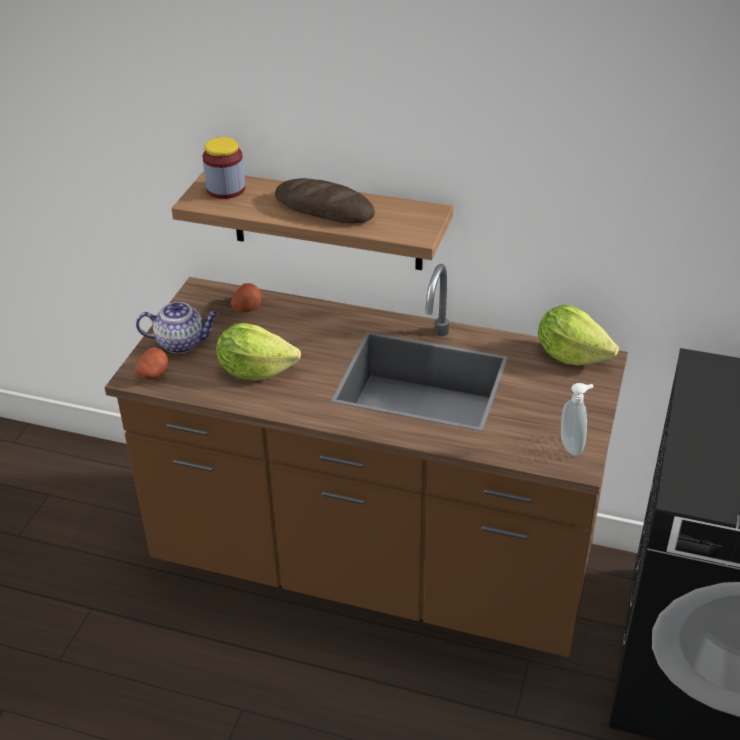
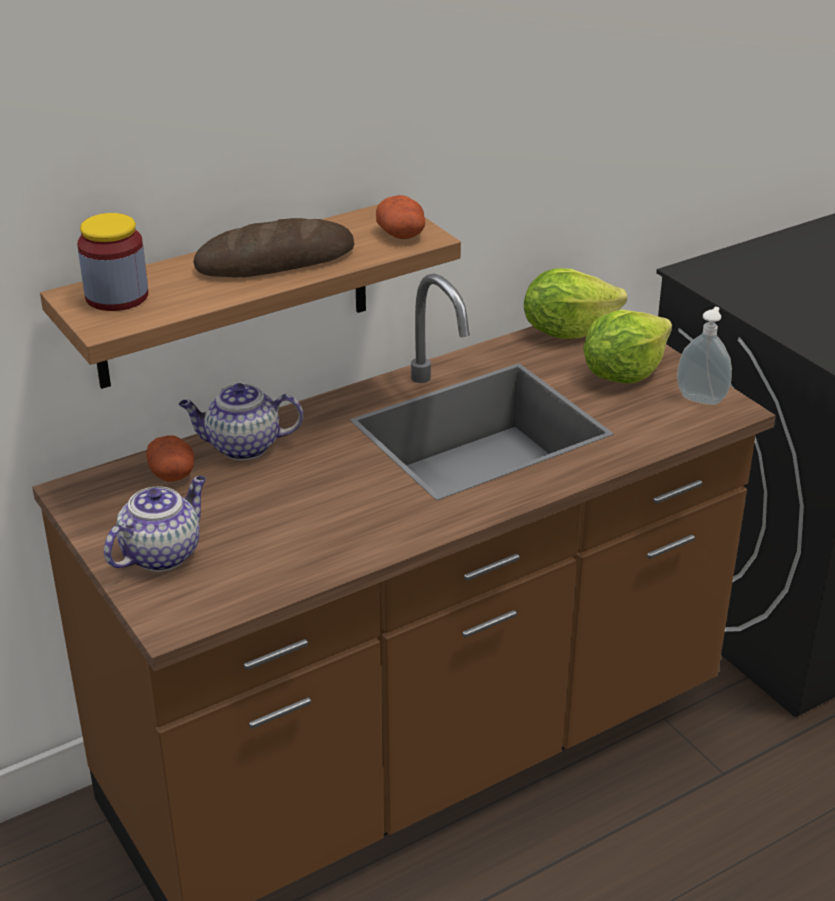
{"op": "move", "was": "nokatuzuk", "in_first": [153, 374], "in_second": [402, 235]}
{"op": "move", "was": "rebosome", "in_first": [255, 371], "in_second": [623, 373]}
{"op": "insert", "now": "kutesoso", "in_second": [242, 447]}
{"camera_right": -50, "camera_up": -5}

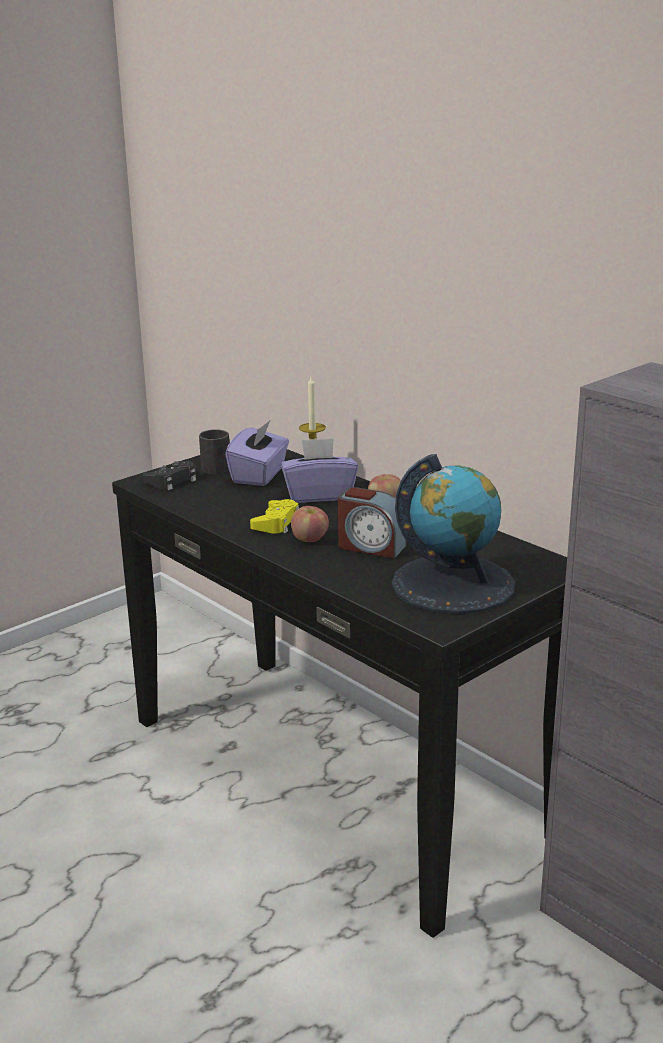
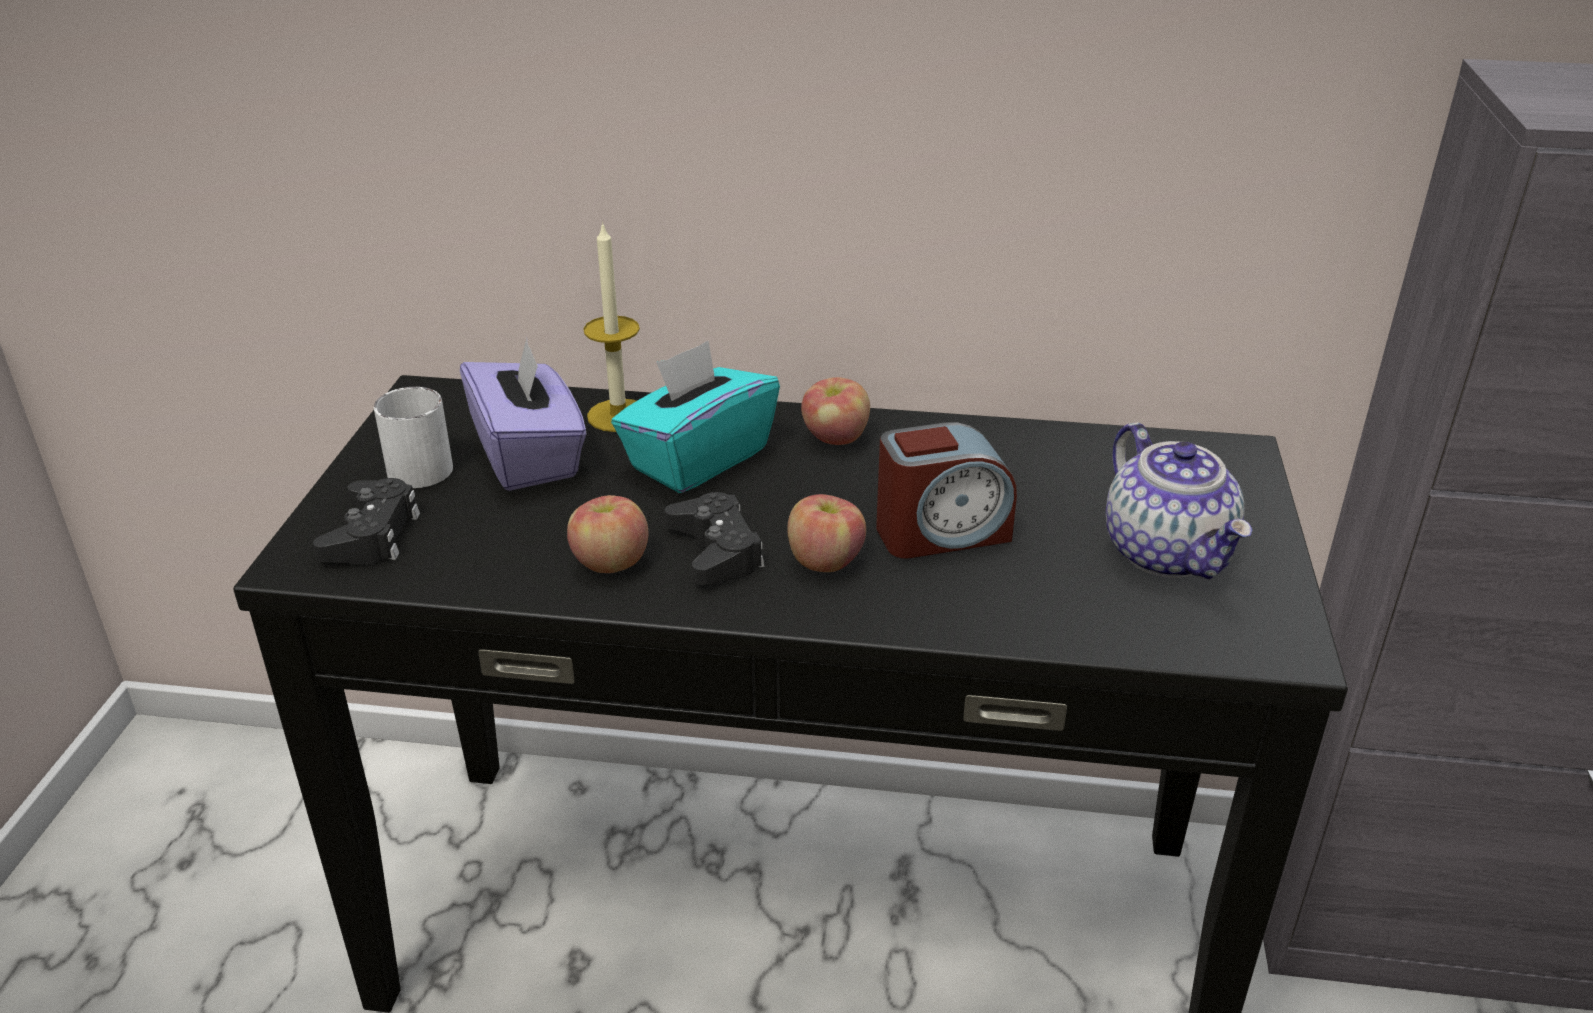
{"op": "recolor", "was": "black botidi", "now": "white botidi", "in_first": [219, 465], "in_second": [419, 463]}
{"op": "recolor", "was": "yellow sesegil", "now": "black sesegil", "in_first": [276, 523], "in_second": [715, 551]}
{"op": "recolor", "was": "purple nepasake", "now": "turquoise nepasake", "in_first": [319, 495], "in_second": [697, 459]}
{"op": "replace", "was": "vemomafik", "now": "kutesoso", "in_first": [453, 584], "in_second": [1169, 553]}
{"op": "insert", "now": "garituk", "in_second": [610, 563]}
{"camera_right": -40, "camera_up": 10}

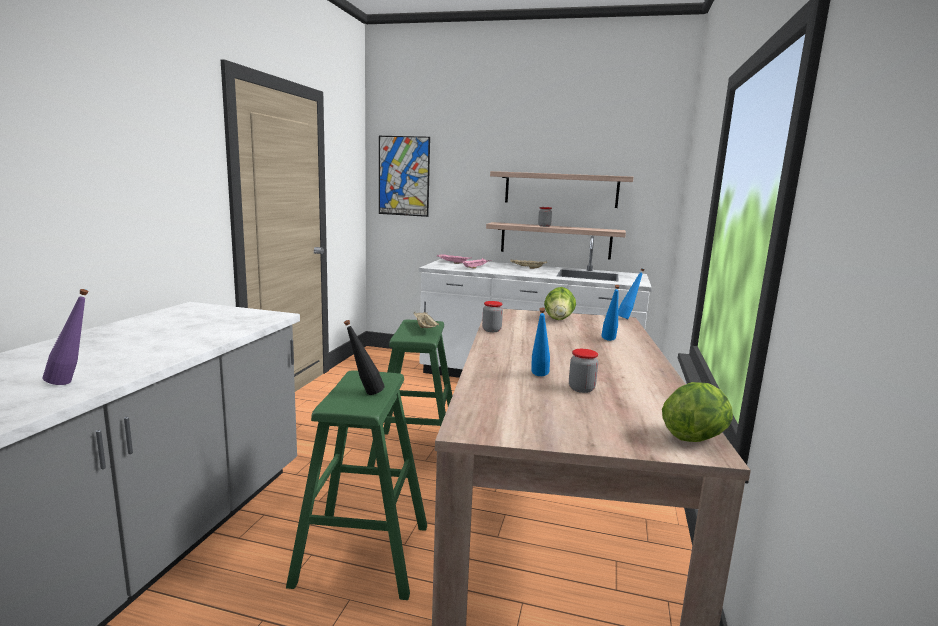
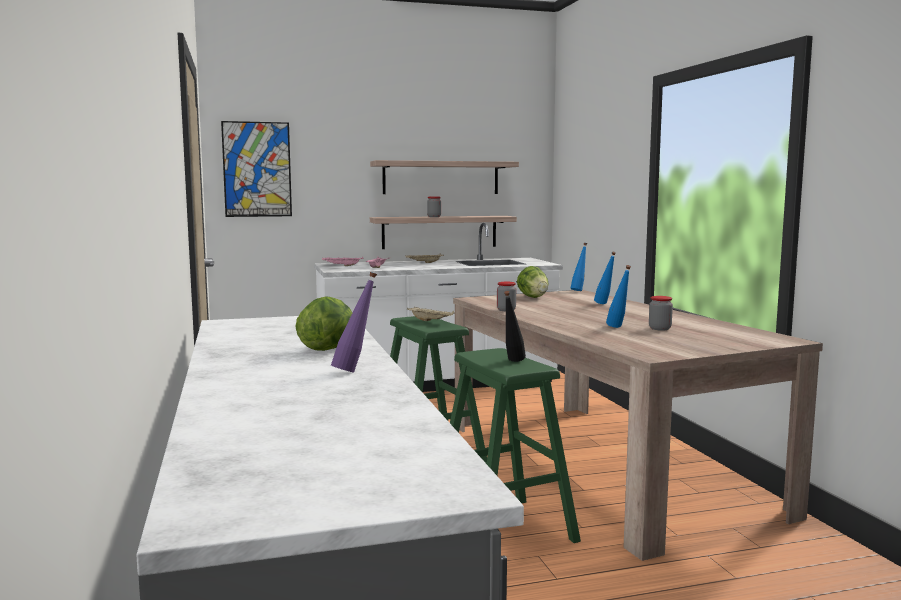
{"op": "move", "was": "rebosome", "in_first": [695, 437], "in_second": [328, 349]}
{"camera_right": -30, "camera_up": -5}

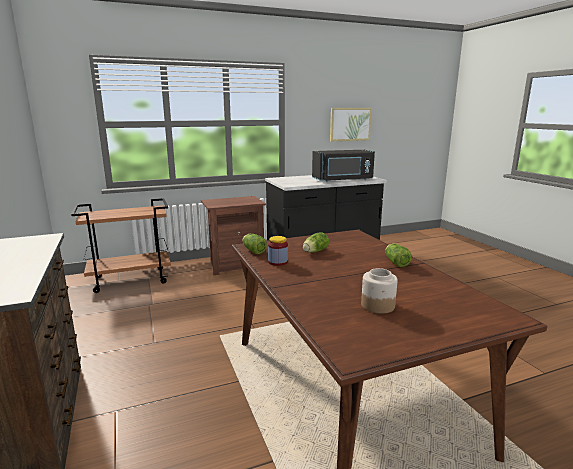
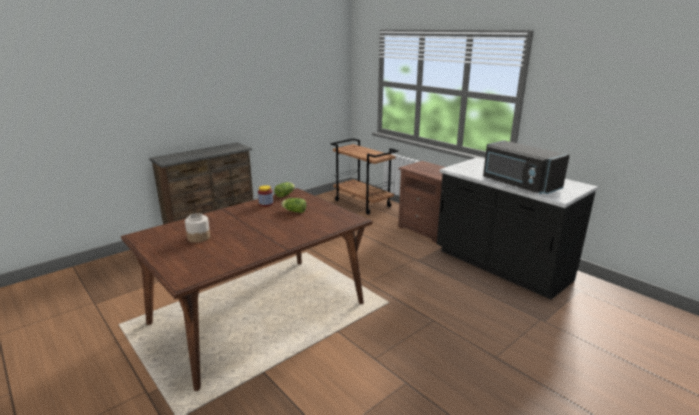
{"op": "delete", "was": "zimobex", "in_first": [350, 124]}
{"op": "delete", "was": "rebosome", "in_first": [395, 262]}
{"camera_right": 70, "camera_up": 5}

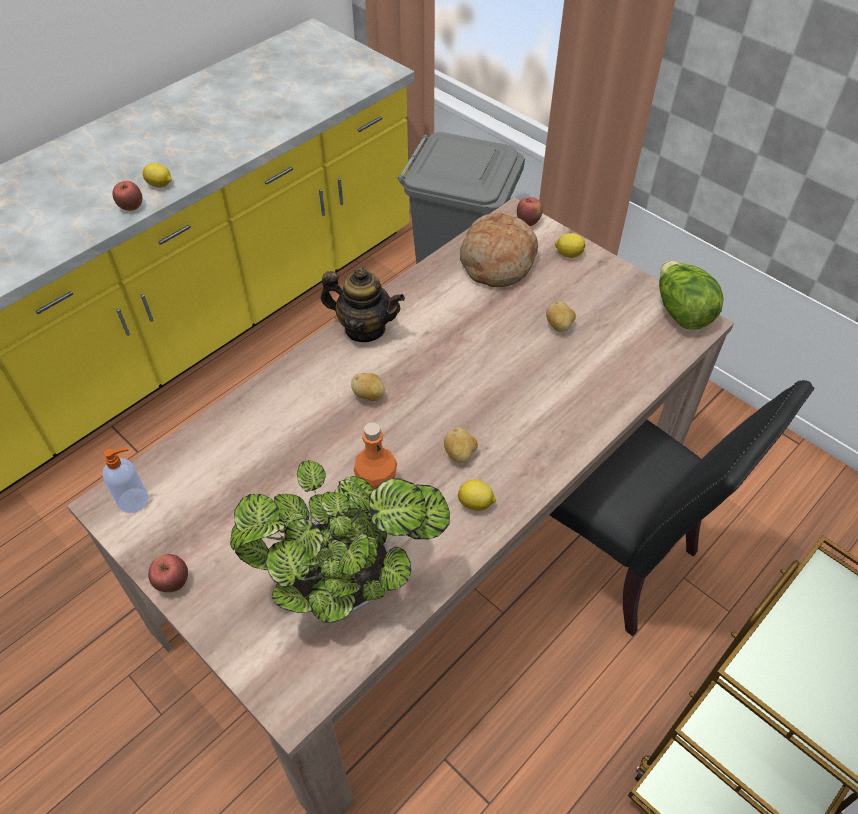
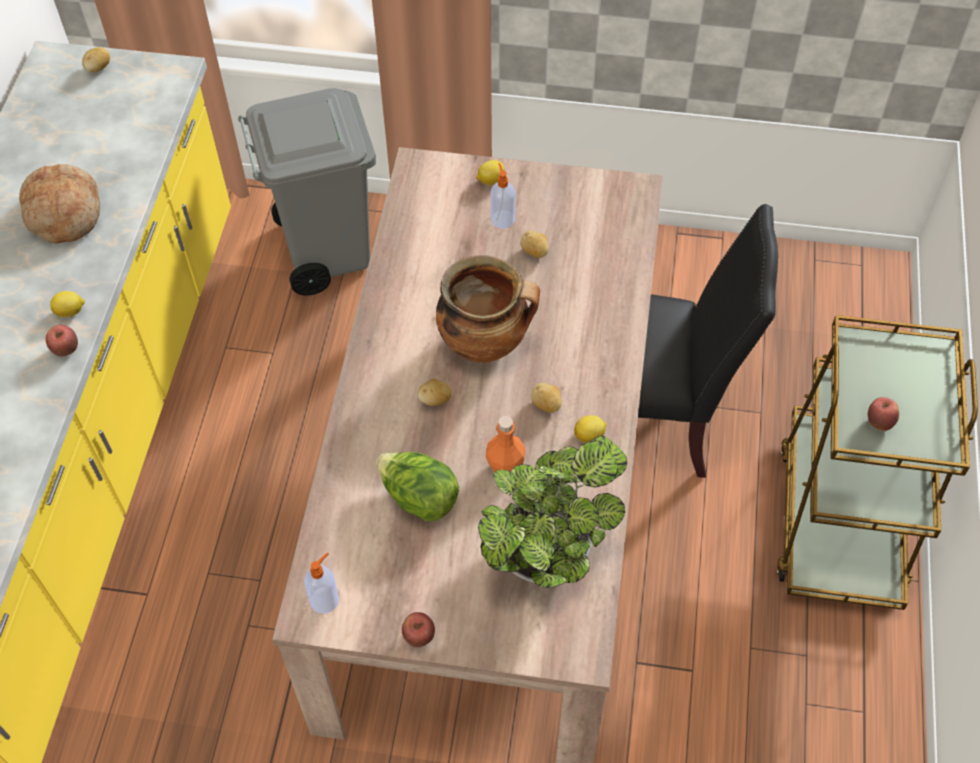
{"op": "delete", "was": "kutesoso", "in_first": [365, 328]}
{"op": "move", "was": "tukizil", "in_first": [496, 261], "in_second": [63, 213]}
{"op": "move", "was": "garituk", "in_first": [528, 222], "in_second": [879, 422]}
{"op": "move", "was": "rebosome", "in_first": [681, 312], "in_second": [419, 498]}
{"op": "insert", "now": "nokatuzuk", "in_second": [98, 68]}
{"op": "insert", "now": "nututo", "in_second": [485, 343]}
{"op": "insert", "now": "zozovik", "in_second": [502, 218]}
{"camera_right": -35, "camera_up": 5}

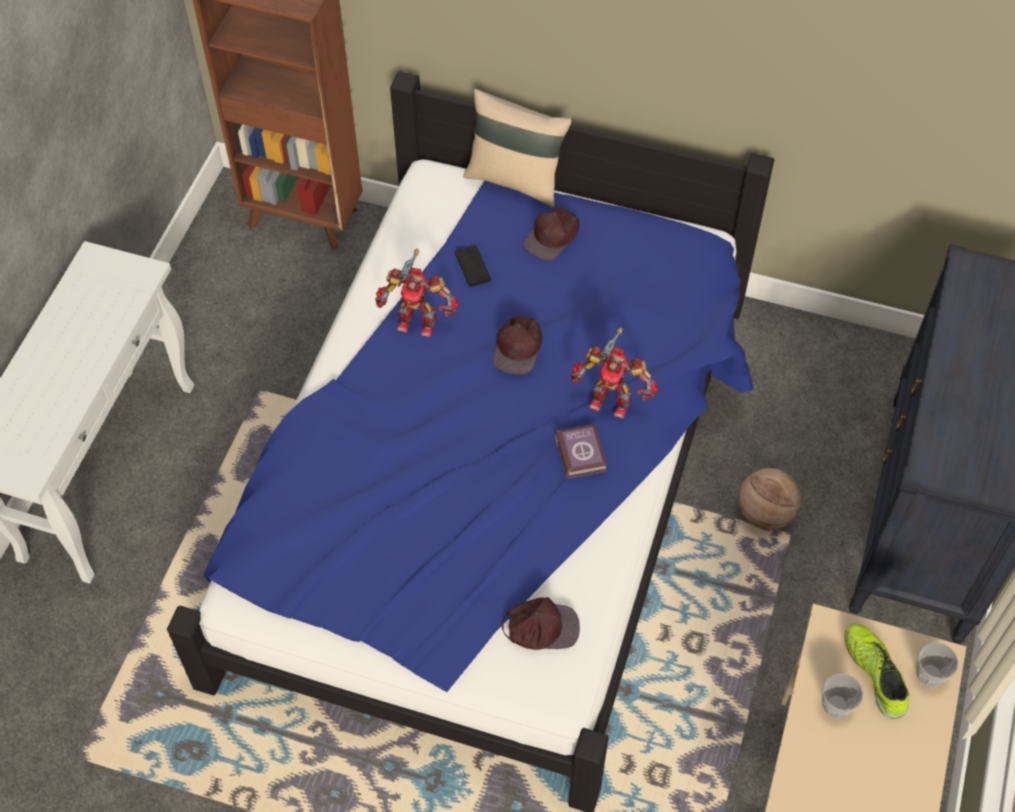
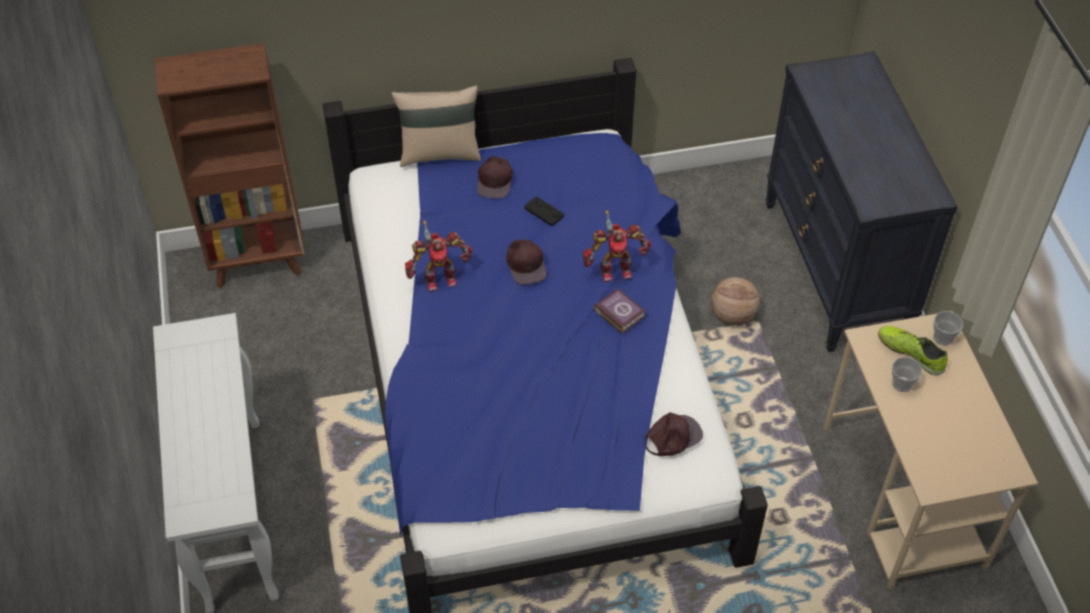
{"op": "move", "was": "black sesegil", "in_first": [472, 266], "in_second": [544, 212]}
{"camera_right": -30, "camera_up": -5}

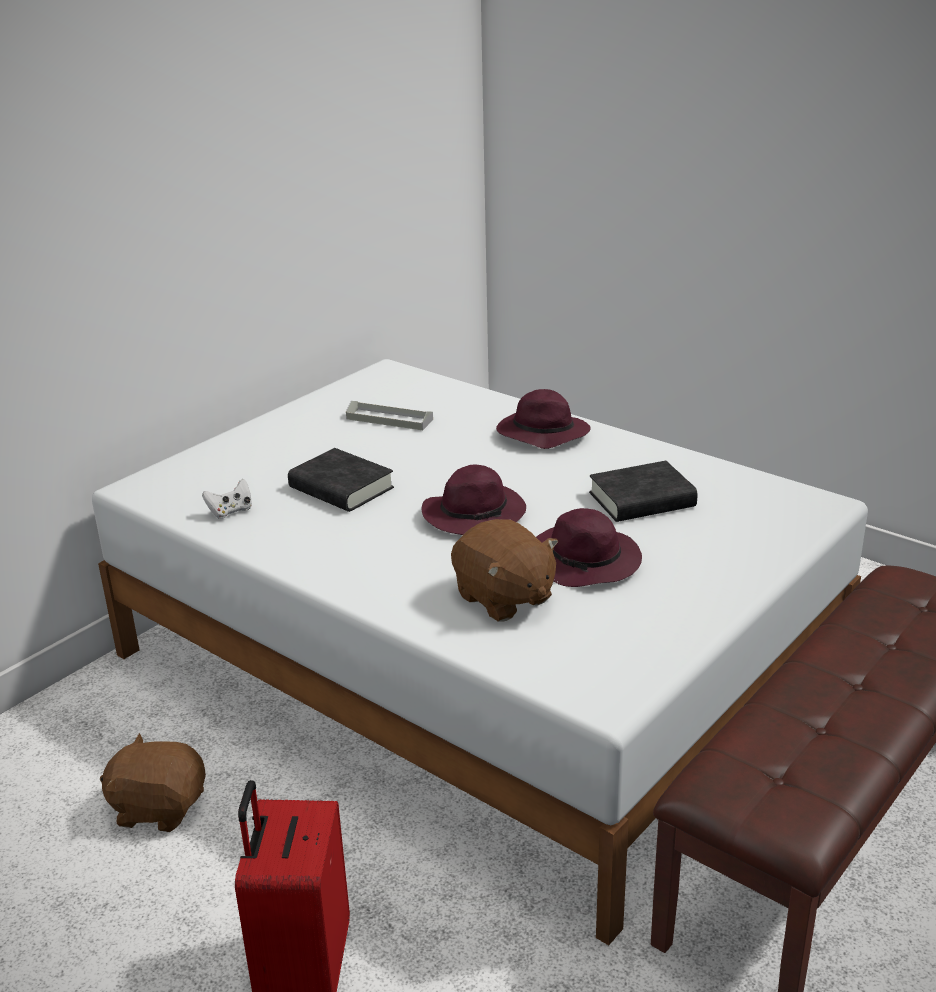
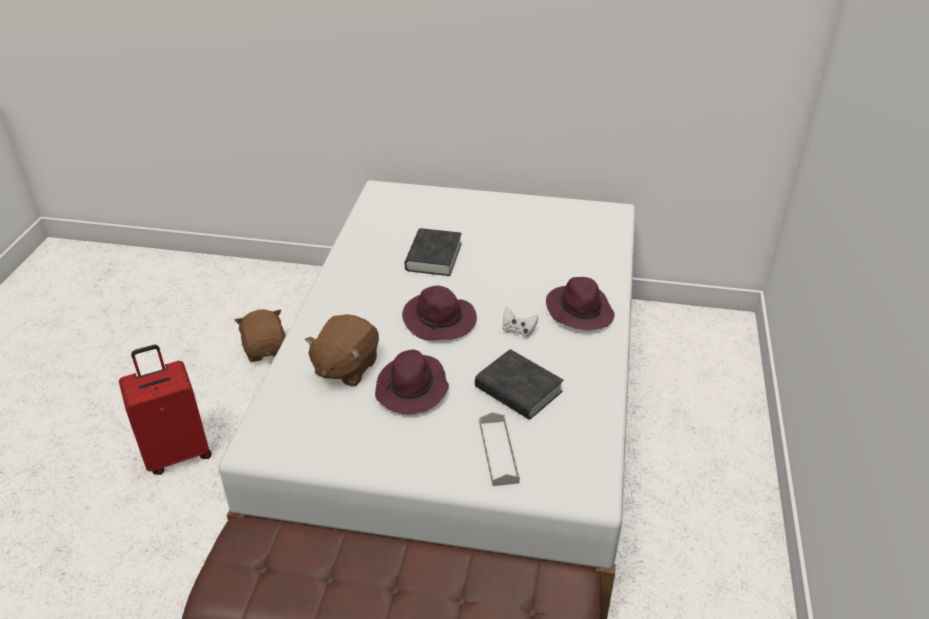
{"op": "move", "was": "white sesegil", "in_first": [230, 511], "in_second": [518, 330]}
{"op": "move", "was": "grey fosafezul", "in_first": [389, 419], "in_second": [498, 452]}
{"camera_right": 60, "camera_up": 10}

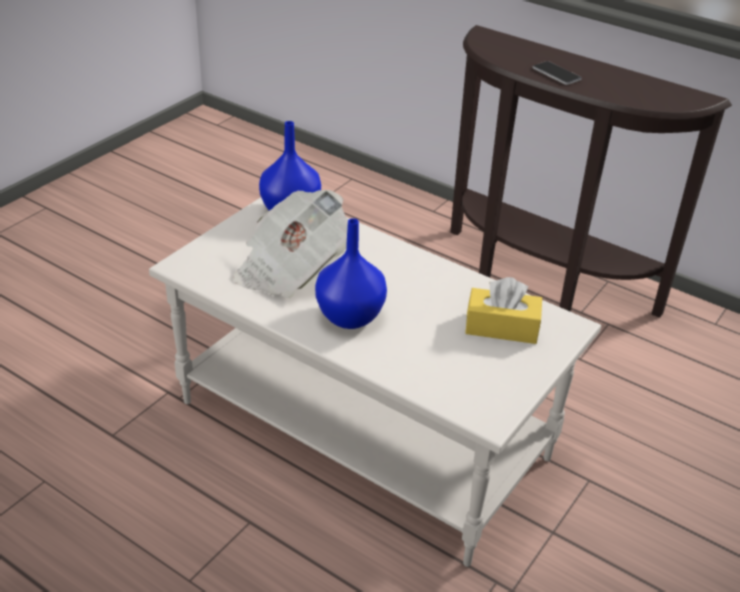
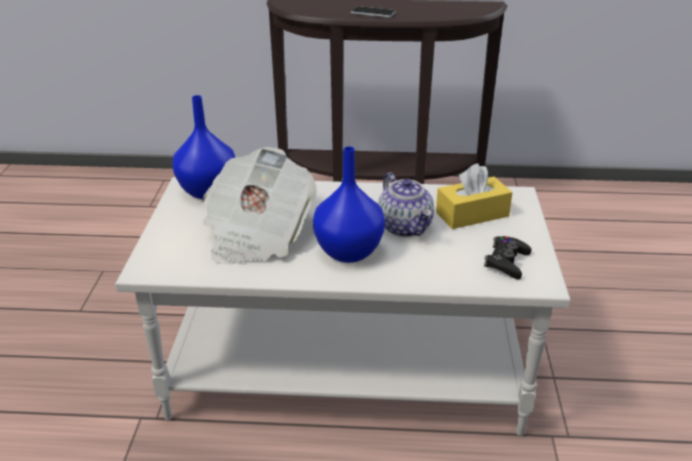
{"op": "insert", "now": "kutesoso", "in_second": [405, 227]}
{"op": "insert", "now": "black sesegil", "in_second": [506, 262]}
{"camera_right": -30, "camera_up": -5}

